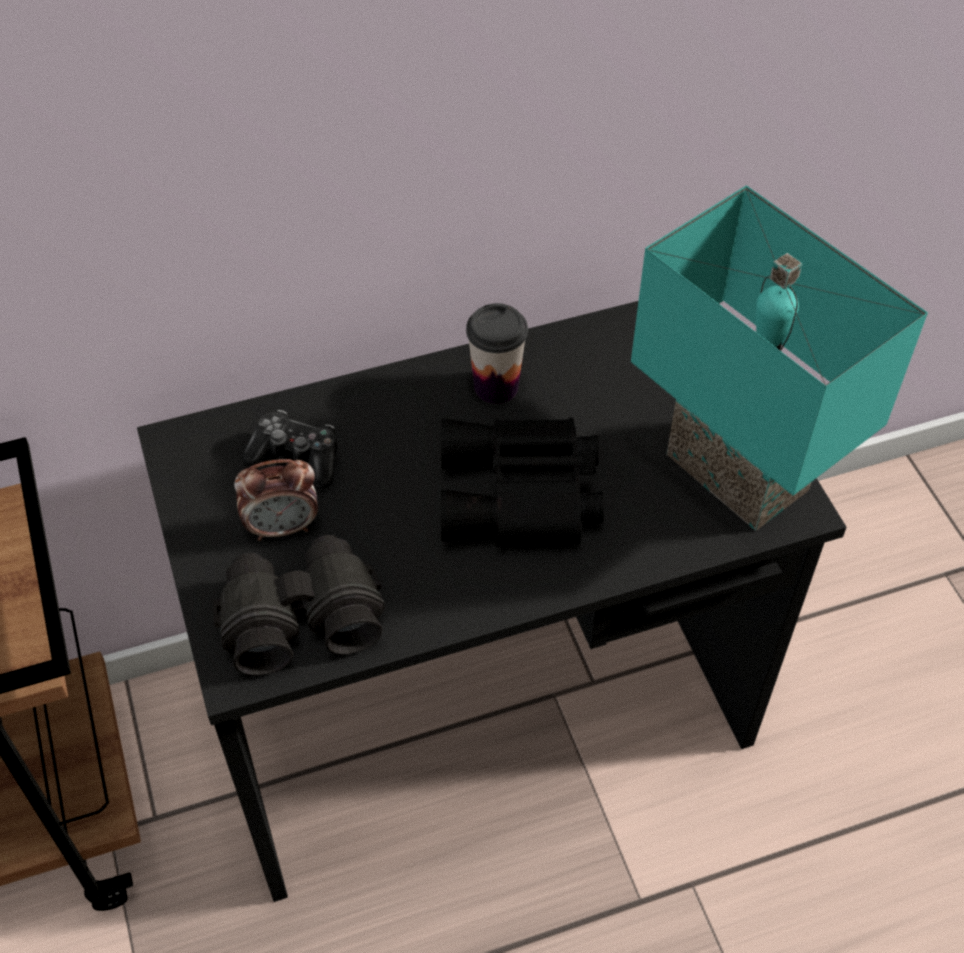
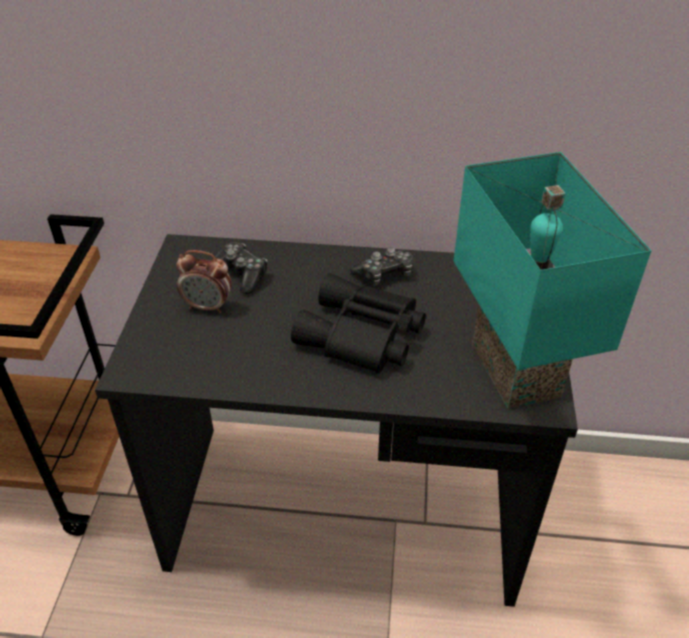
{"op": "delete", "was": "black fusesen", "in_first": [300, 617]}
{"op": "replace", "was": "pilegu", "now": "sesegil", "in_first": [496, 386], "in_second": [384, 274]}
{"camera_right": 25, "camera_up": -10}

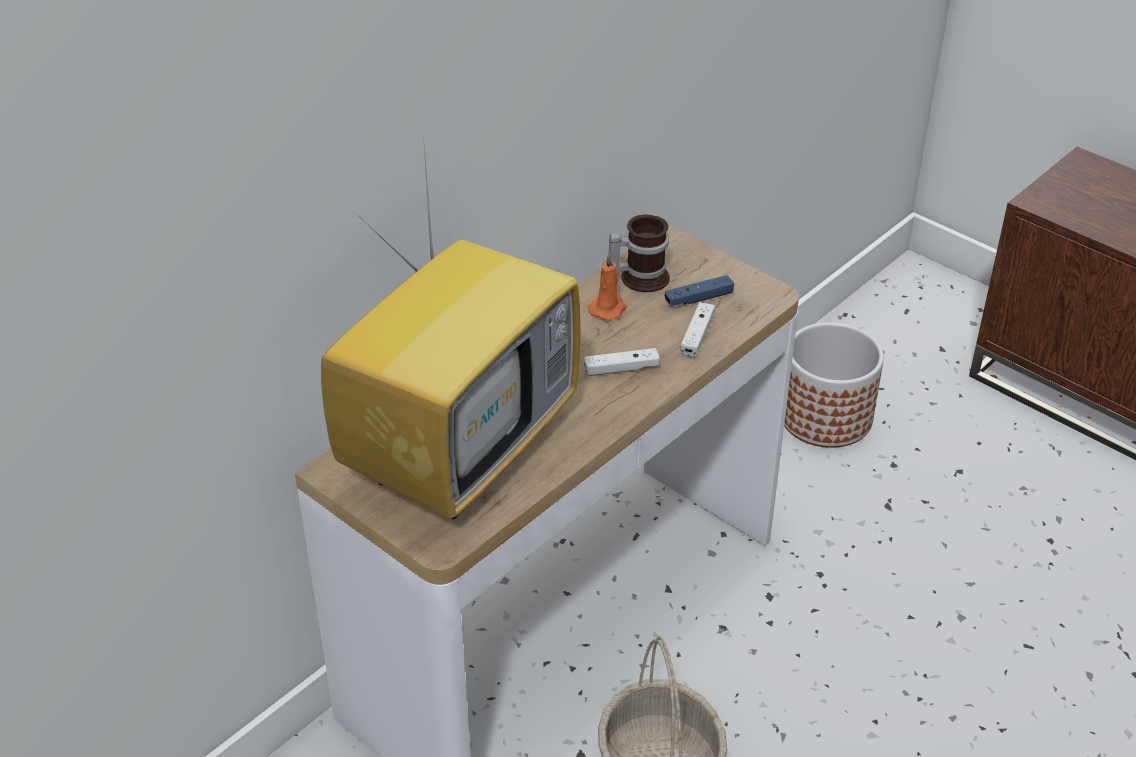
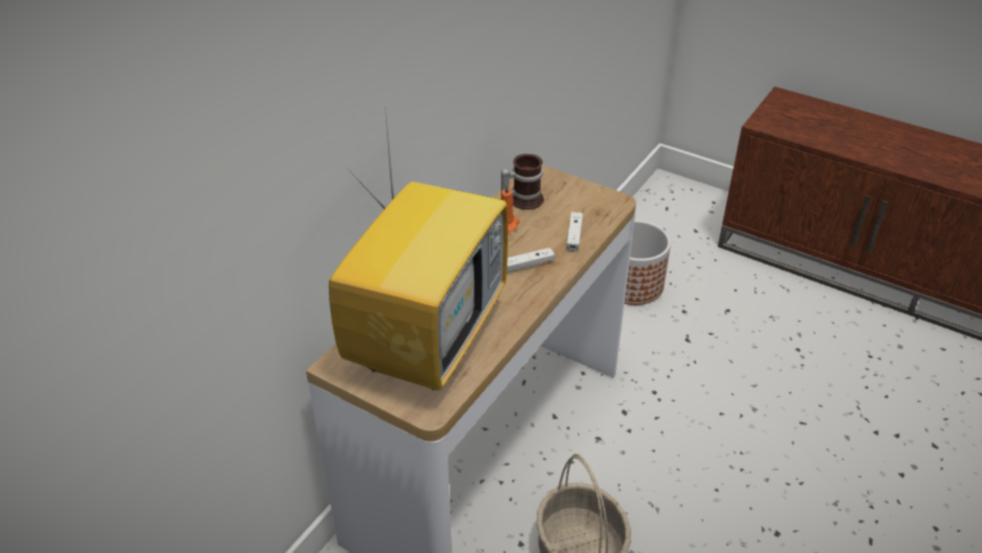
{"op": "delete", "was": "blue sesegil", "in_first": [698, 298]}
{"camera_right": -10, "camera_up": 0}

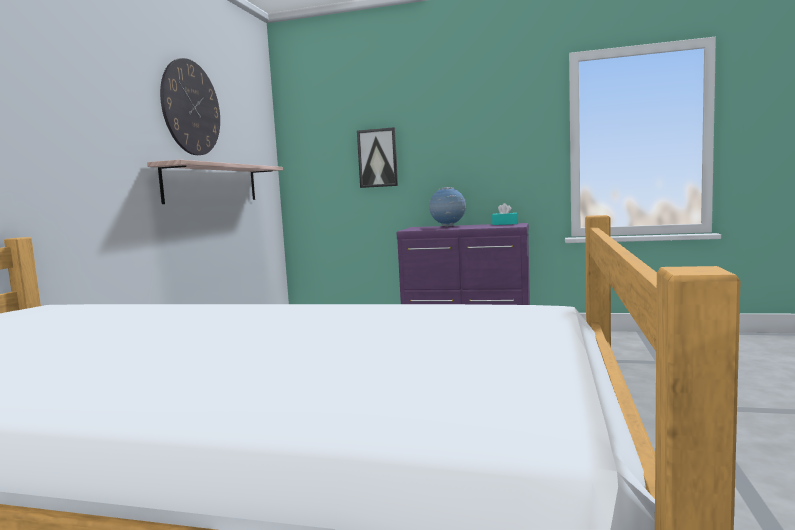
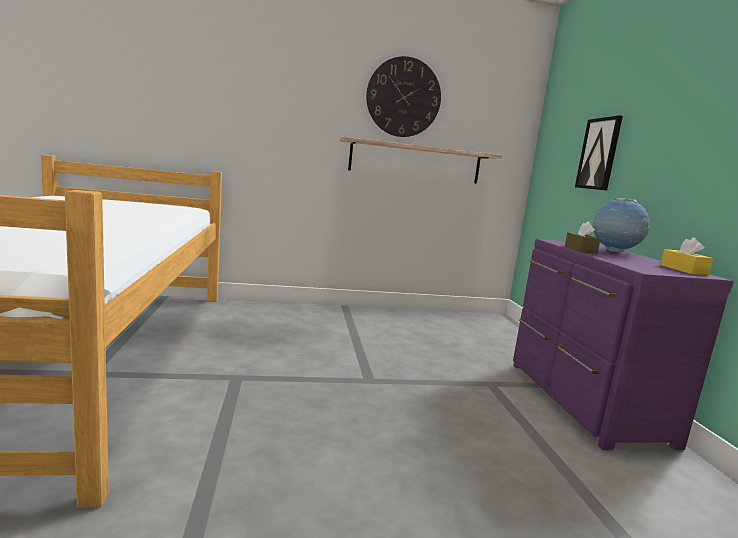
{"op": "recolor", "was": "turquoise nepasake", "now": "yellow nepasake", "in_first": [505, 224], "in_second": [683, 270]}
{"op": "insert", "now": "brown nepasake", "in_second": [580, 249]}
{"camera_right": 65, "camera_up": 5}

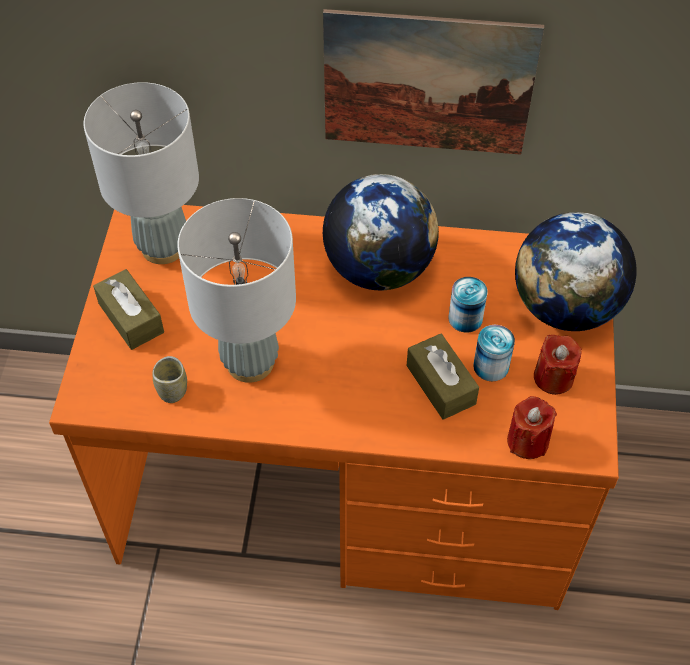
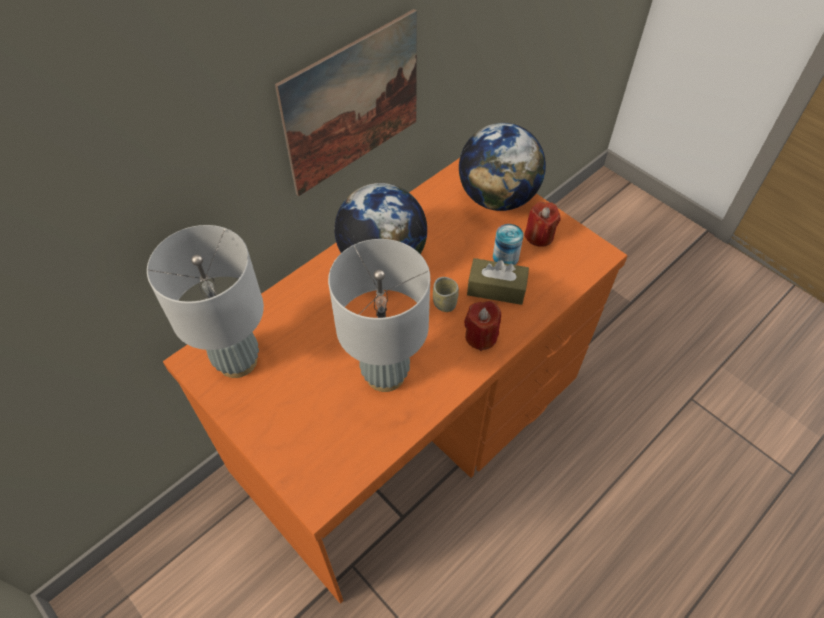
{"op": "delete", "was": "brown nepasake", "in_first": [131, 318]}
{"op": "move", "was": "pilegu", "in_first": [172, 391], "in_second": [444, 304]}
{"op": "delete", "was": "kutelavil", "in_first": [465, 318]}
{"op": "move", "was": "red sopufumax", "in_first": [527, 441], "in_second": [481, 336]}
{"camera_right": -50, "camera_up": 0}

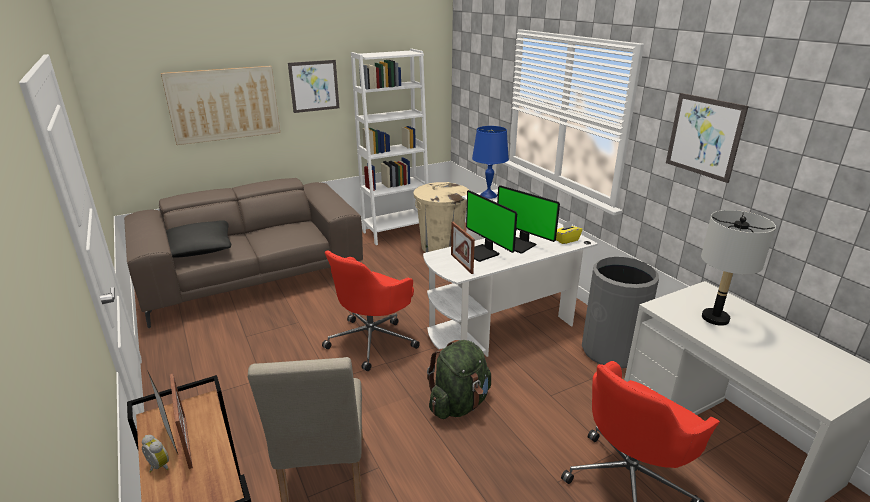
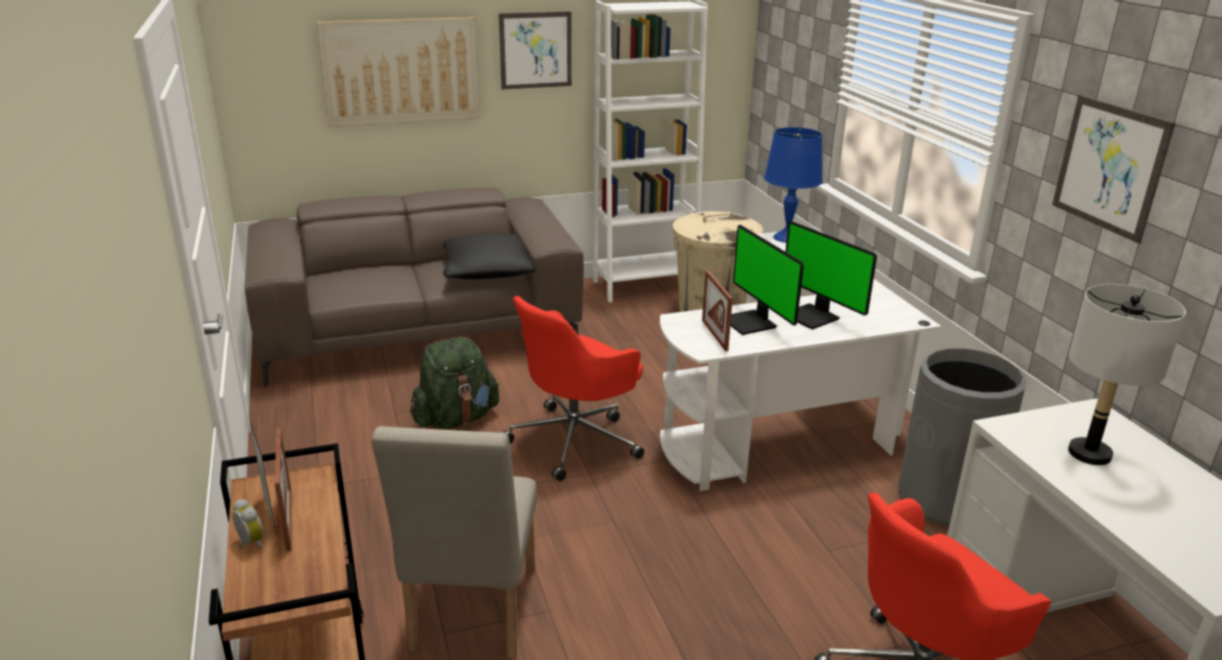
{"op": "move", "was": "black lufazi", "in_first": [199, 249], "in_second": [488, 271]}
{"op": "move", "was": "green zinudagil", "in_first": [459, 404], "in_second": [456, 419]}
{"op": "delete", "was": "yellow nepasake", "in_first": [566, 240]}
{"camera_right": 10, "camera_up": 0}

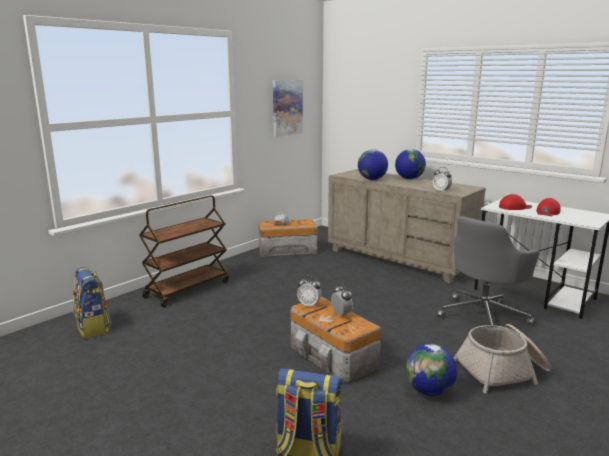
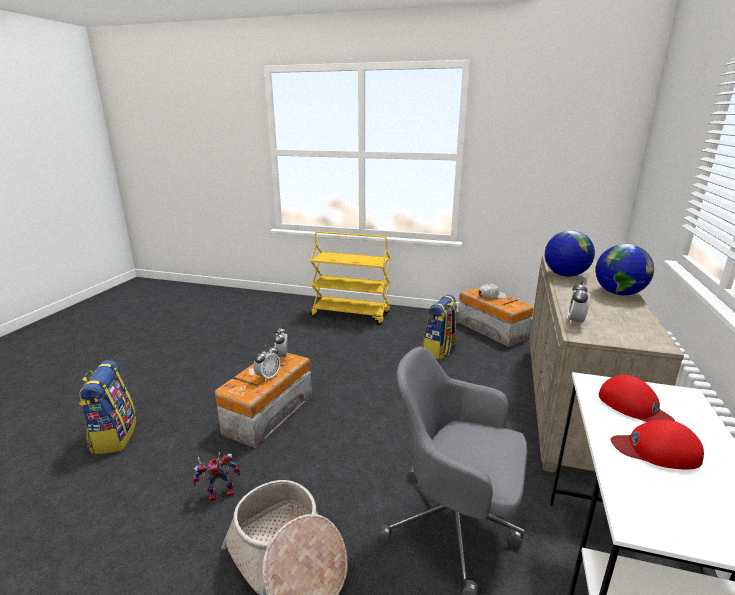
{"op": "move", "was": "zinudagil", "in_first": [93, 328], "in_second": [440, 350]}
{"op": "recolor", "was": "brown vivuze", "now": "yellow vivuze", "in_first": [187, 289], "in_second": [351, 314]}
{"op": "delete", "was": "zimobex", "in_first": [287, 107]}
{"op": "replace", "was": "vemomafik", "now": "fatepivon", "in_first": [429, 391], "in_second": [218, 495]}
{"camera_right": 65, "camera_up": 5}

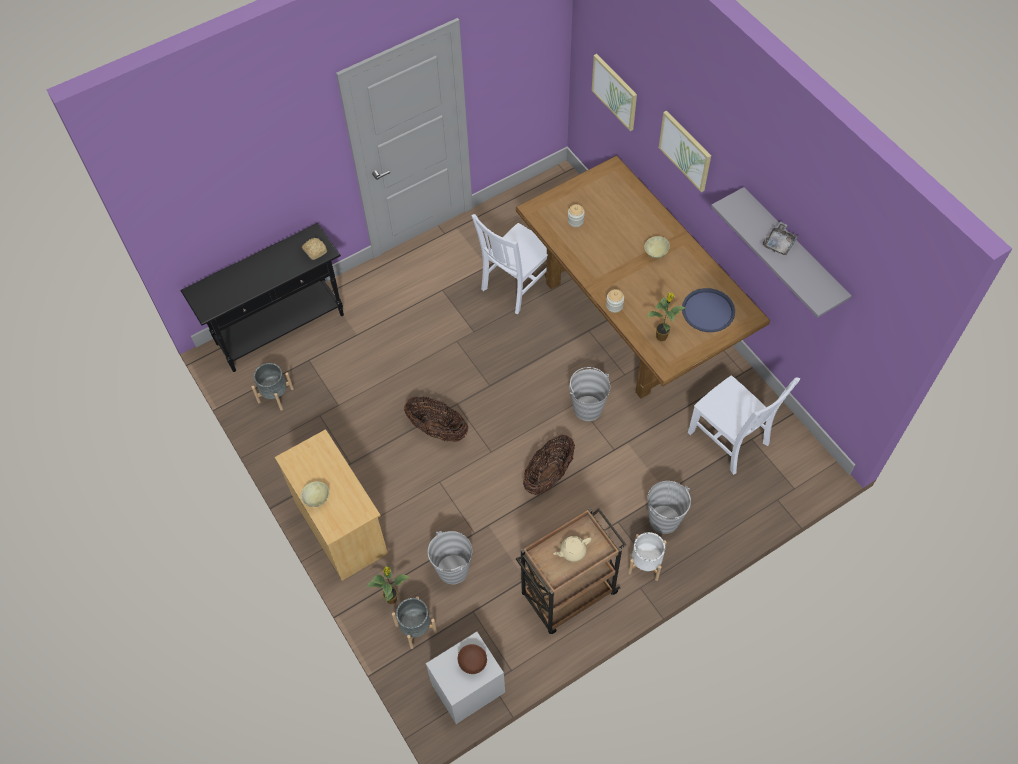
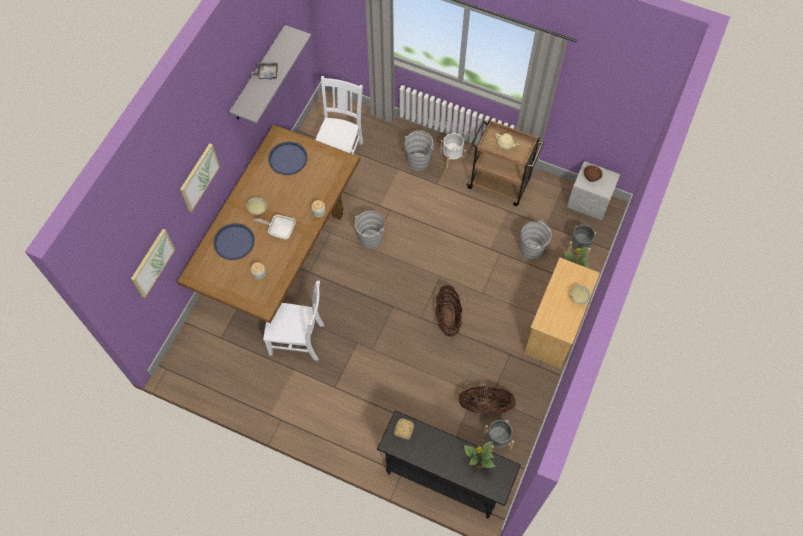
{"op": "move", "was": "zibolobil", "in_first": [548, 475], "in_second": [485, 406]}
{"op": "move", "was": "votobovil", "in_first": [662, 336], "in_second": [477, 464]}
{"op": "insert", "now": "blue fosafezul", "in_second": [234, 242]}
{"op": "insert", "now": "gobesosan", "in_second": [280, 231]}
{"camera_right": -125, "camera_up": 5}

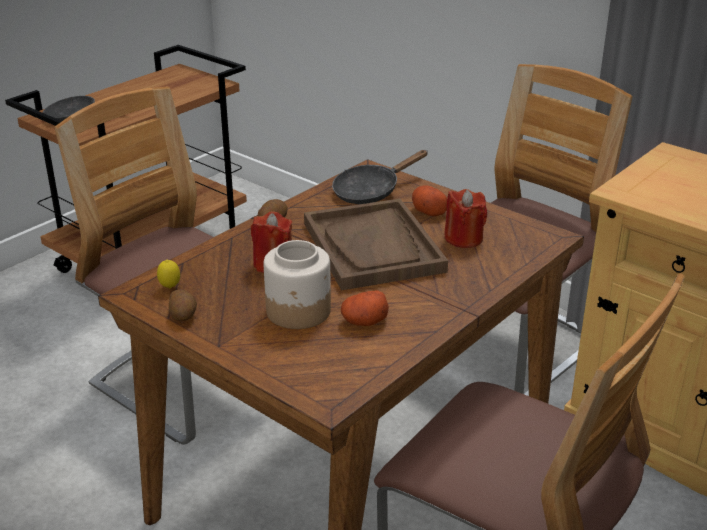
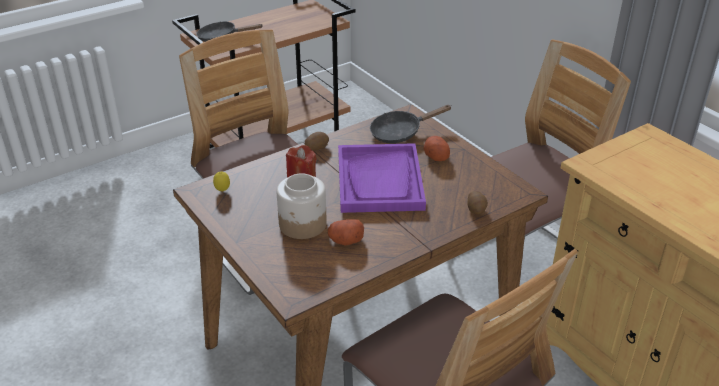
{"op": "move", "was": "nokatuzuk", "in_first": [183, 315], "in_second": [476, 209]}
{"op": "recolor", "was": "brown fosafezul", "now": "purple fosafezul", "in_first": [373, 247], "in_second": [380, 180]}
{"op": "delete", "was": "red sopufumax", "in_first": [463, 239]}
{"camera_right": 15, "camera_up": 5}

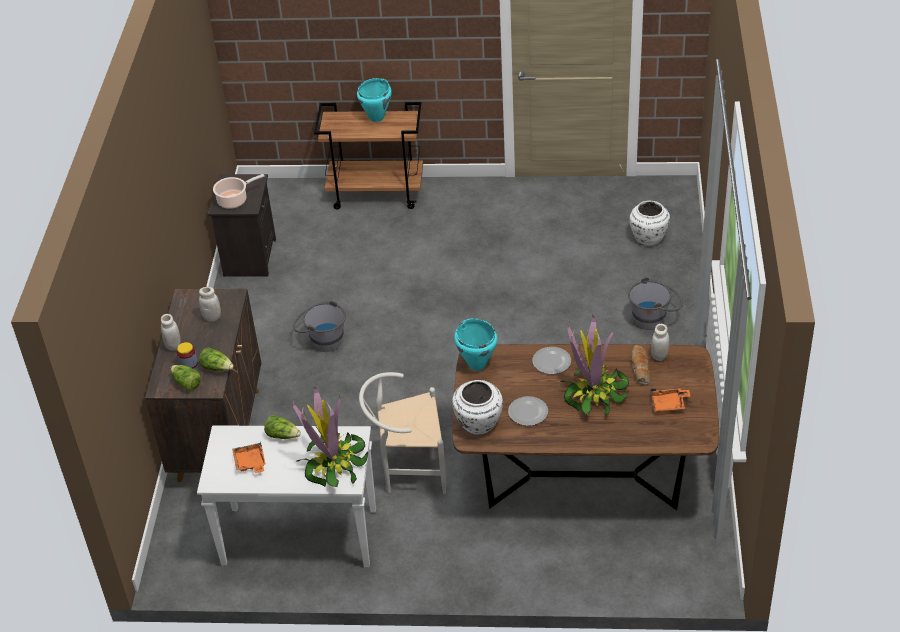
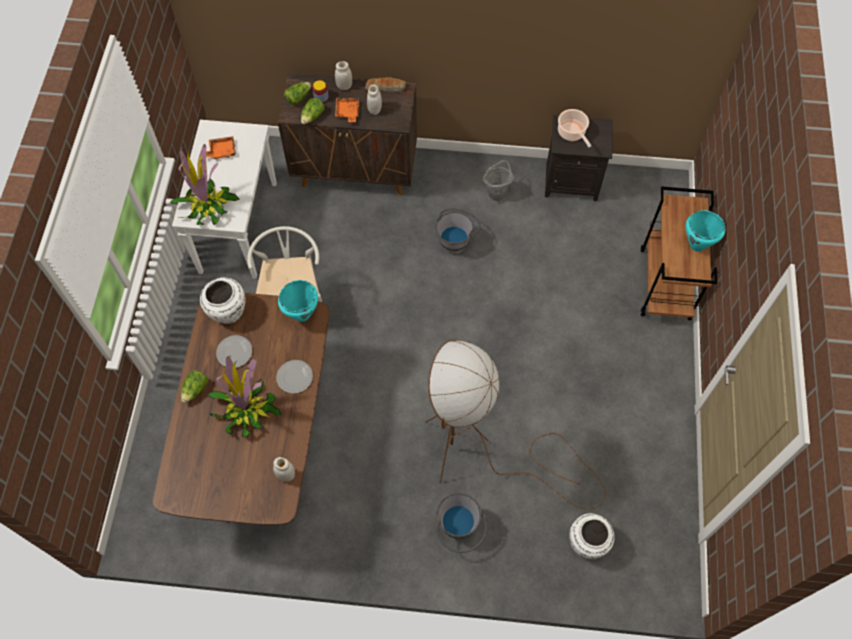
{"op": "move", "was": "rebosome", "in_first": [282, 435], "in_second": [195, 389]}
{"op": "move", "was": "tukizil", "in_first": [640, 369], "in_second": [385, 87]}
{"op": "move", "was": "orange fosafezul", "in_first": [669, 404], "in_second": [347, 112]}
{"op": "insert", "now": "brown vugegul", "in_second": [481, 455]}
{"op": "insert", "now": "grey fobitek", "in_second": [497, 192]}
{"camera_right": 90, "camera_up": 20}

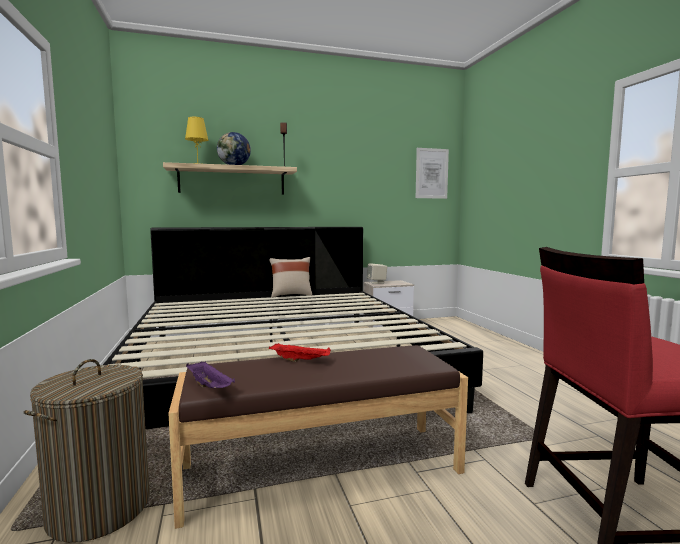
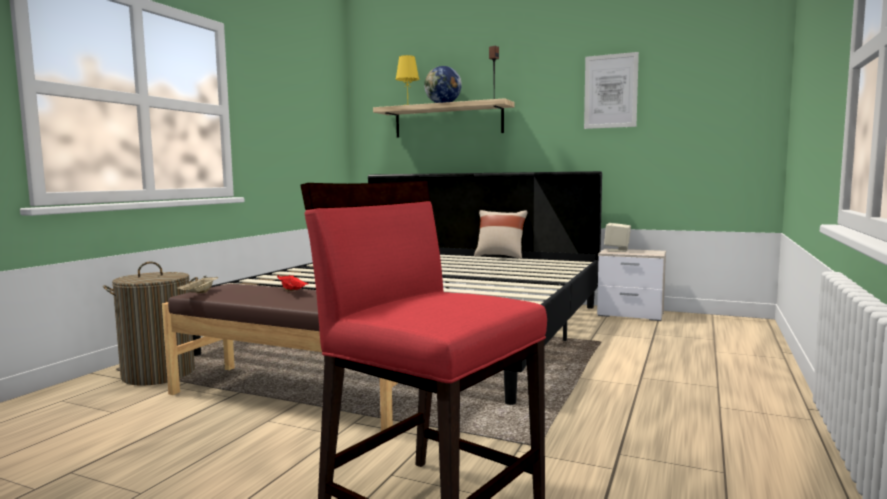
{"op": "recolor", "was": "purple fosafezul", "now": "beige fosafezul", "in_first": [210, 387], "in_second": [200, 294]}
{"op": "move", "was": "zimobex", "in_first": [431, 173], "in_second": [610, 91]}
{"camera_right": 40, "camera_up": 0}

